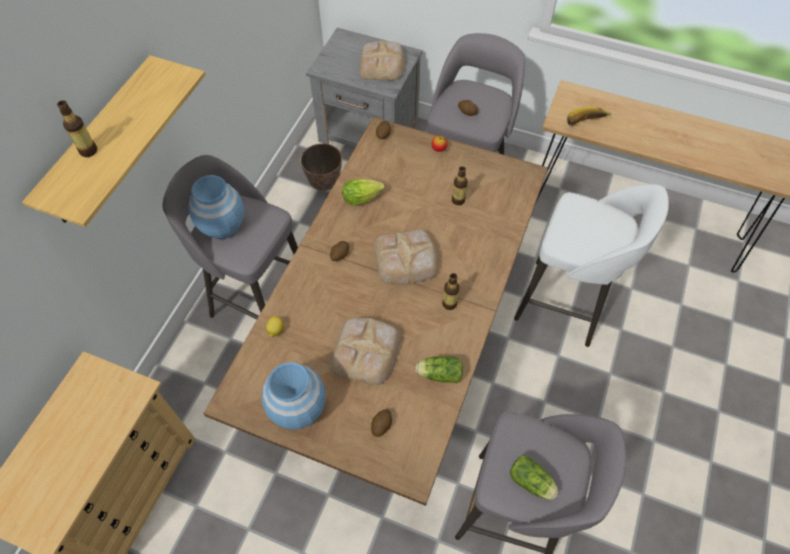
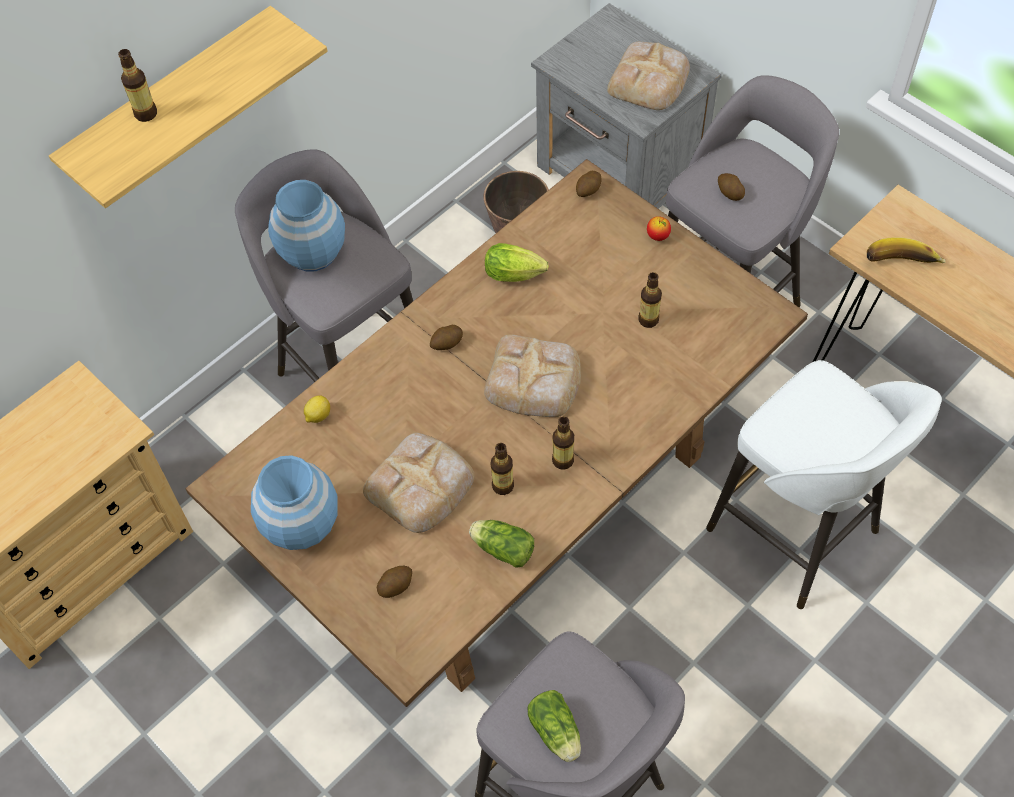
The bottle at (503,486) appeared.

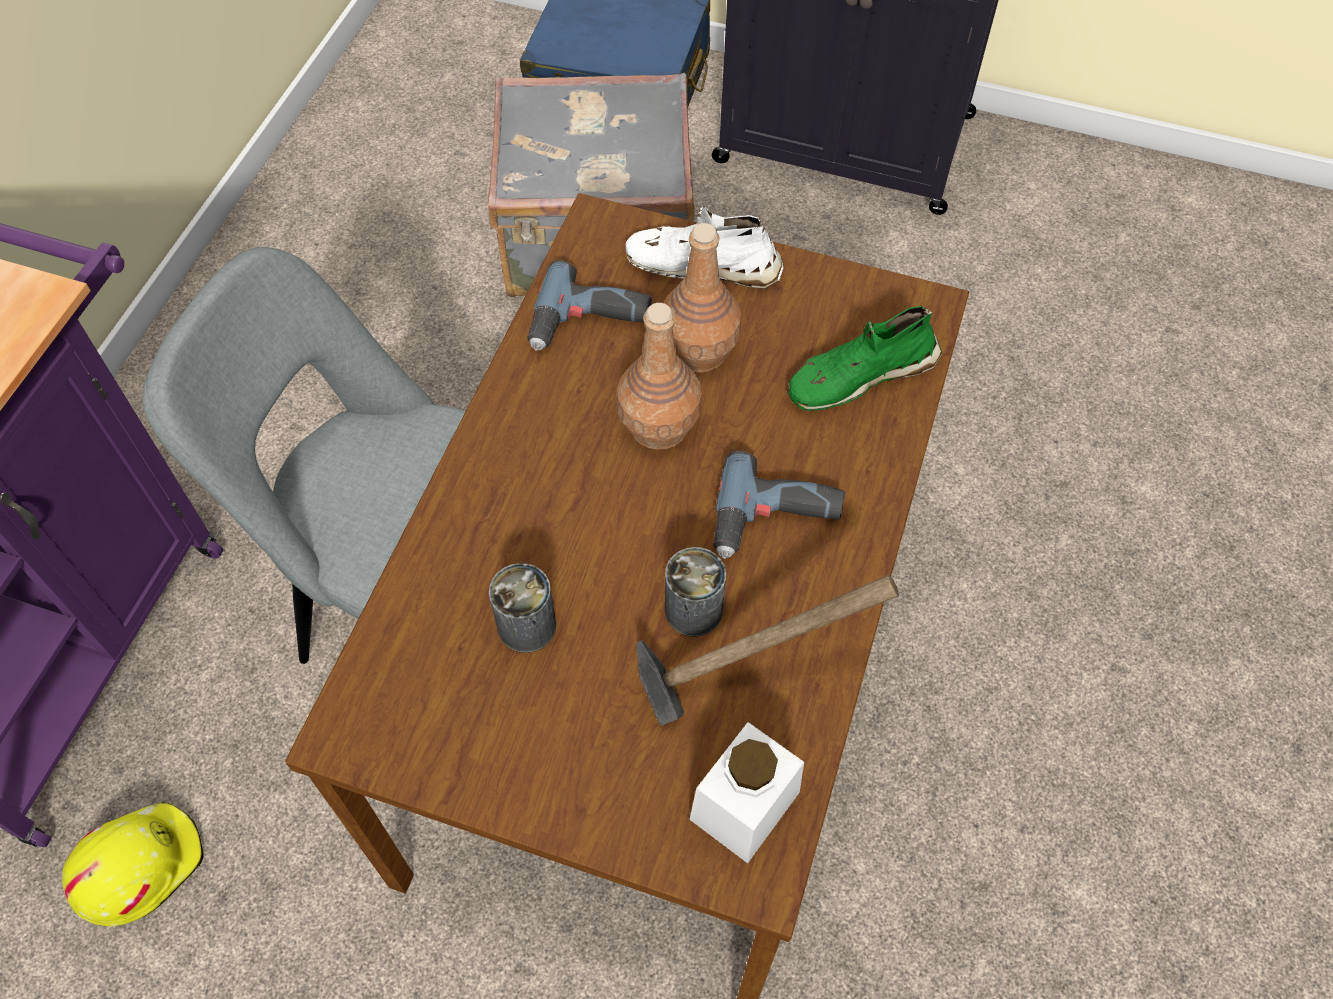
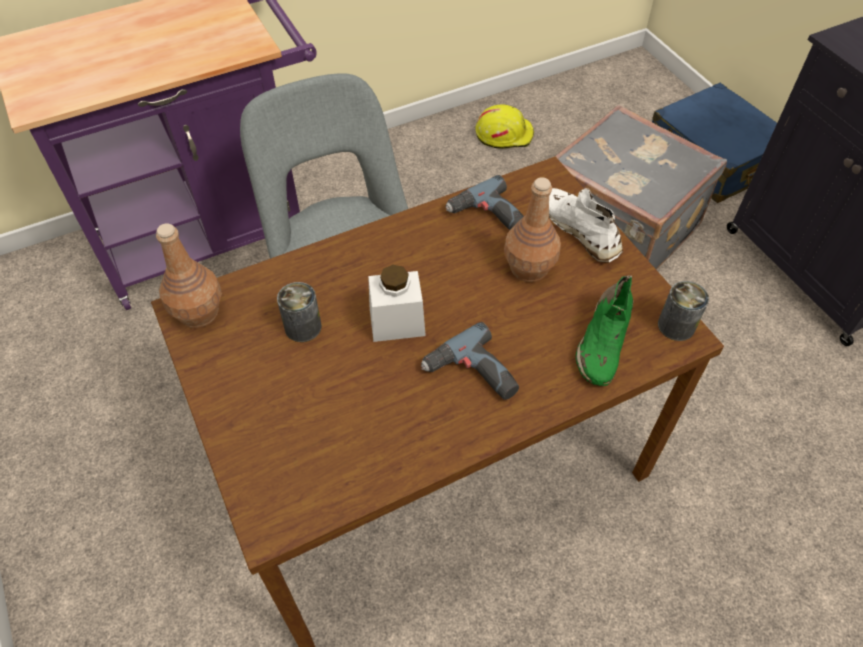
The bottle/brown moved from (660,426) to (199,313).
The jar/white moved from (744,806) to (397,322).
The hard hat/yellow moved from (137,865) to (504,134).
The shoe/green at (860,375) turned 90 degrees counterclockwise.
The can moved from (693,610) to (676,326).
The hammer at (746,674) disappeared.

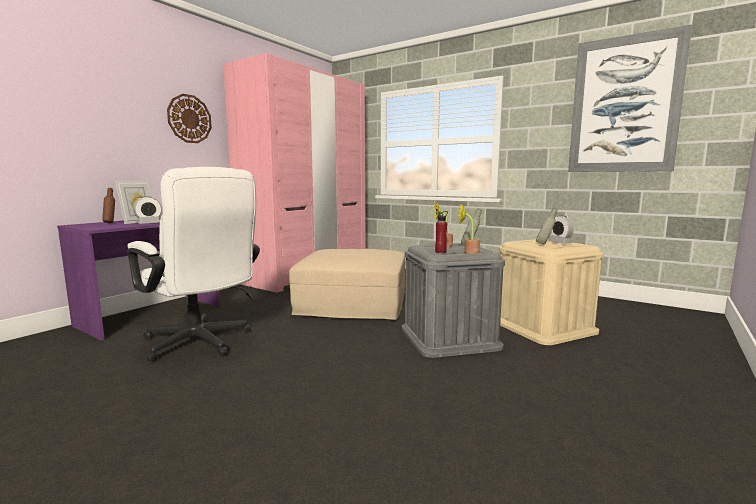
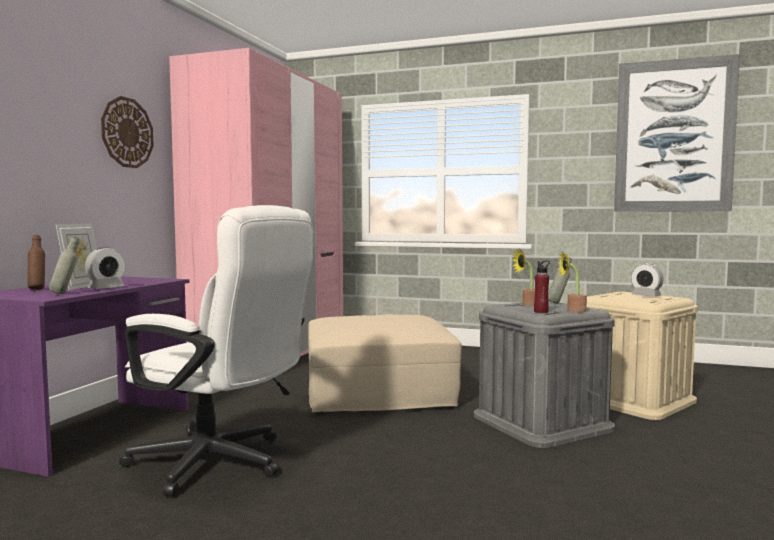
The bottle/grey moved from (545,244) to (65,293).

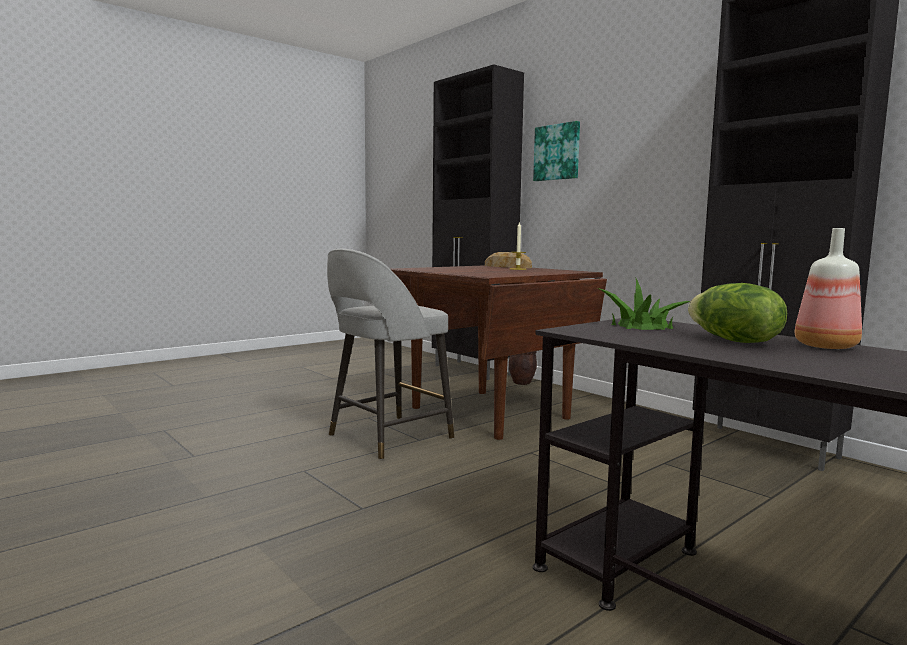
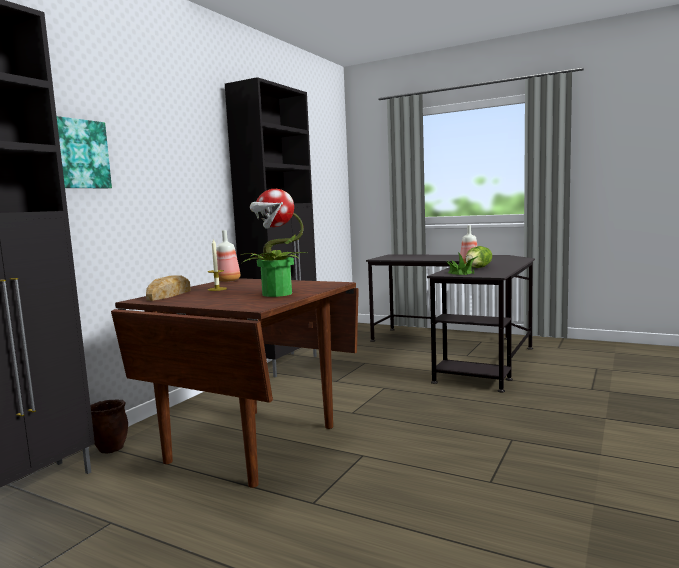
The bottle at (228,280) appeared.
The potted plant at (276,294) appeared.
The stool/grey at (387,437) disappeared.

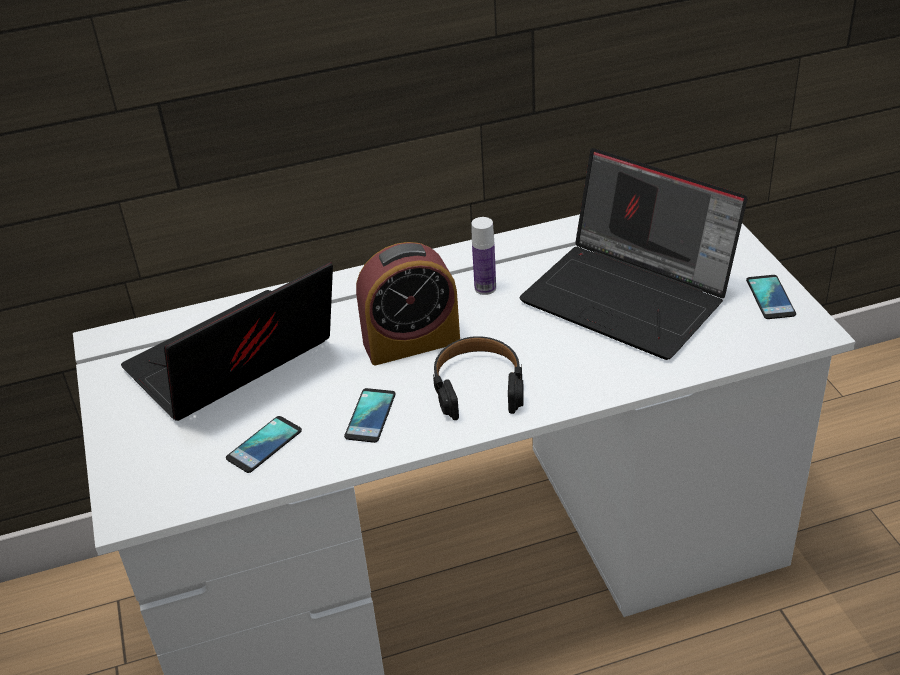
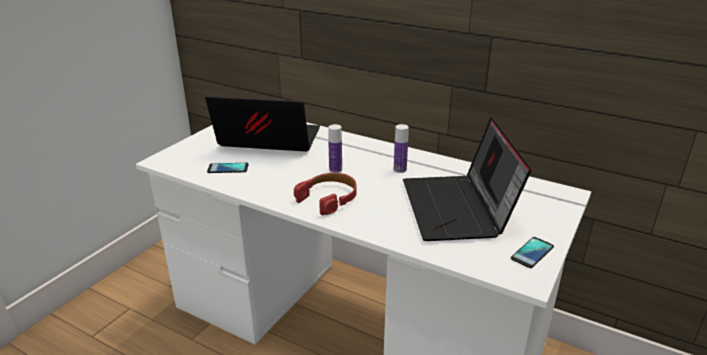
The headphones/black at (478,386) became the headphones/red at (329,198).
The alarm clock at (411,342) was replaced by the bottle at (335,170).
The phone at (370,416) disappeared.

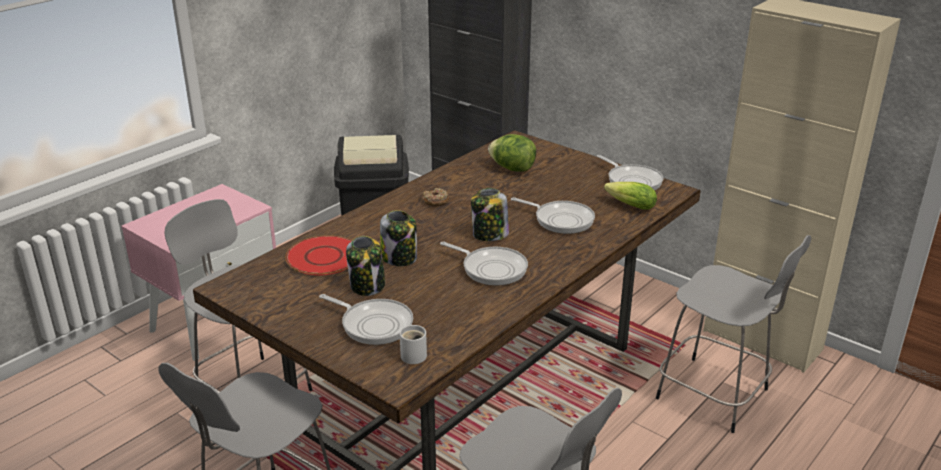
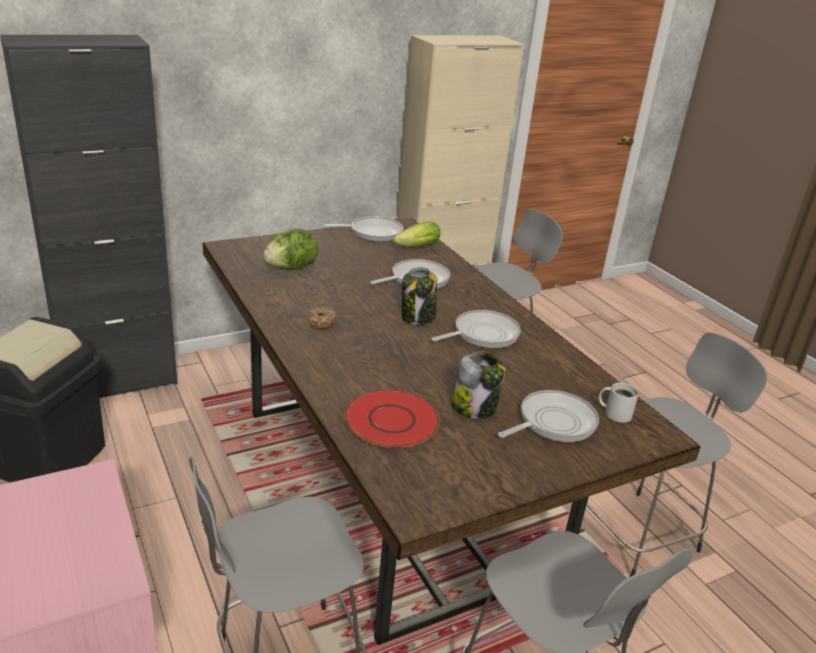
The jar at (400,258) disappeared.

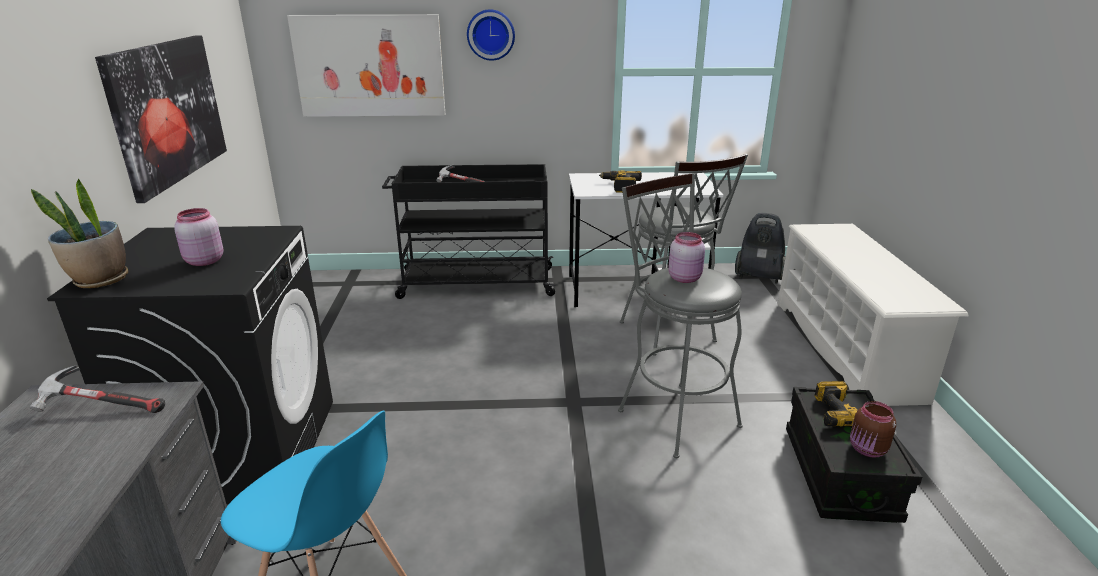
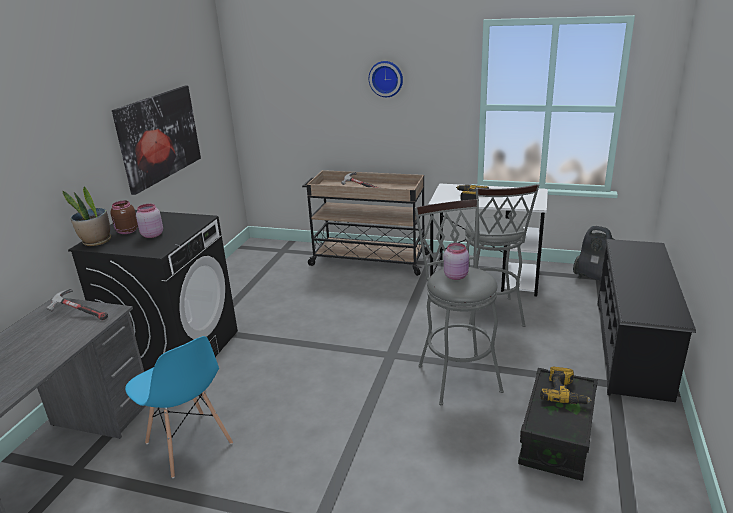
The jar/brown moved from (867,450) to (126,231).
The cart/black at (475,283) became the cart/beige at (368,259).
The shoe rack/white at (846,349) became the shoe rack/black at (632,347).
The picture at (370,66) disappeared.

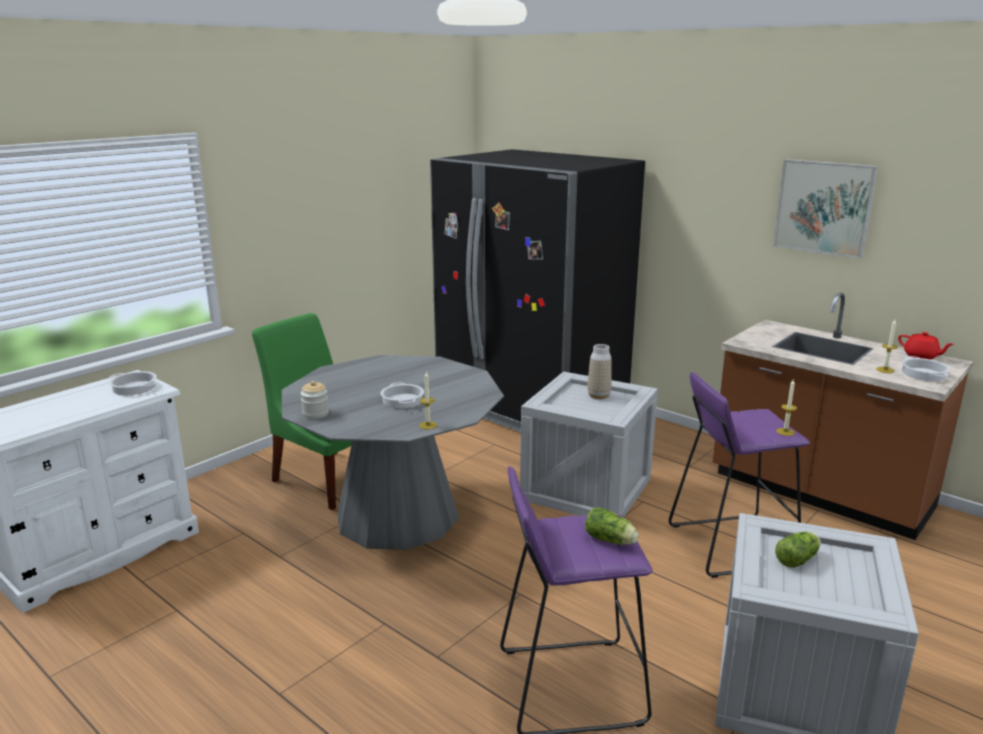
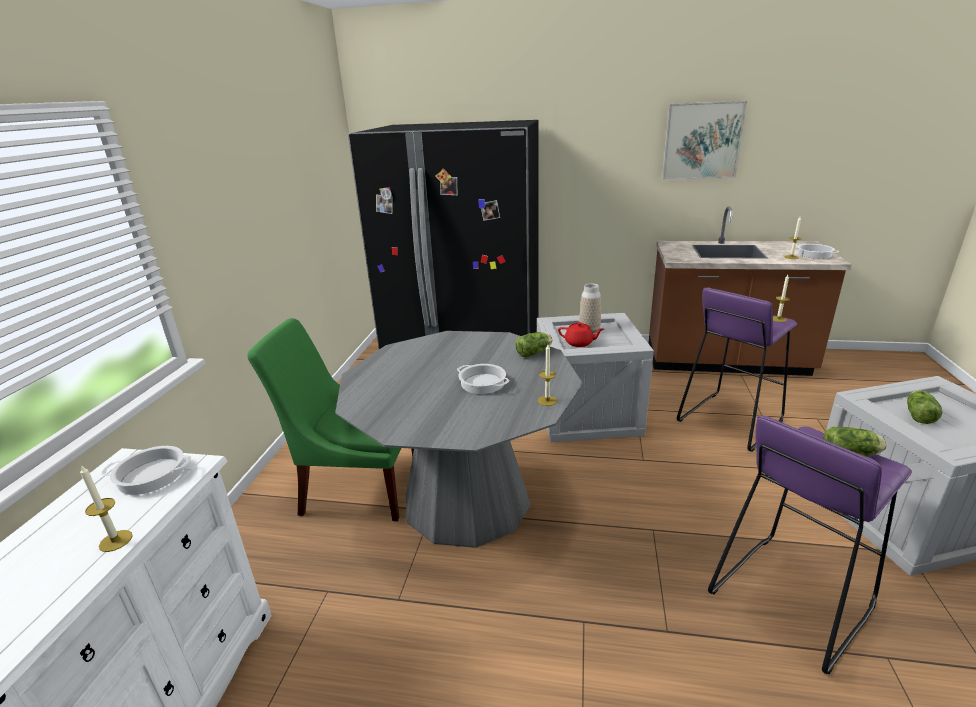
The candle at (115,541) appeared.
The lettuce at (535,352) appeared.
The teapot/red moved from (921,356) to (579,343).
The jar at (315,414) disappeared.

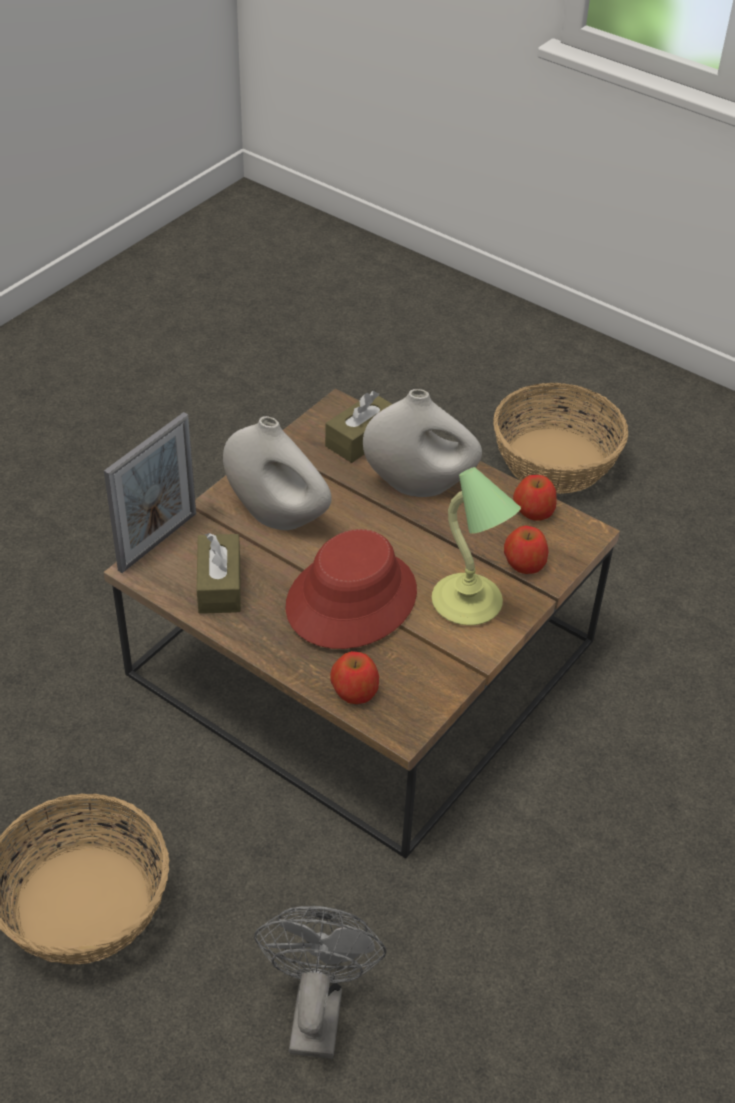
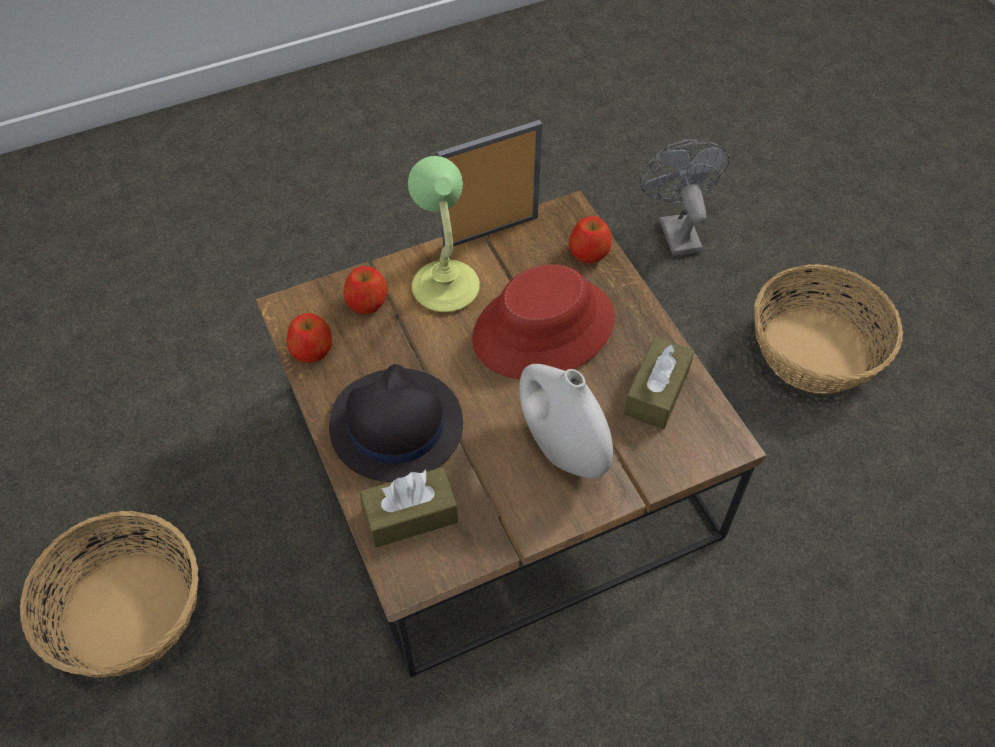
The vase/white at (419,485) was replaced by the hat/black at (395,425).
The picture frame moved from (158,541) to (490,231).
The fan/grey at (316,1009) turned 135 degrees clockwise.

